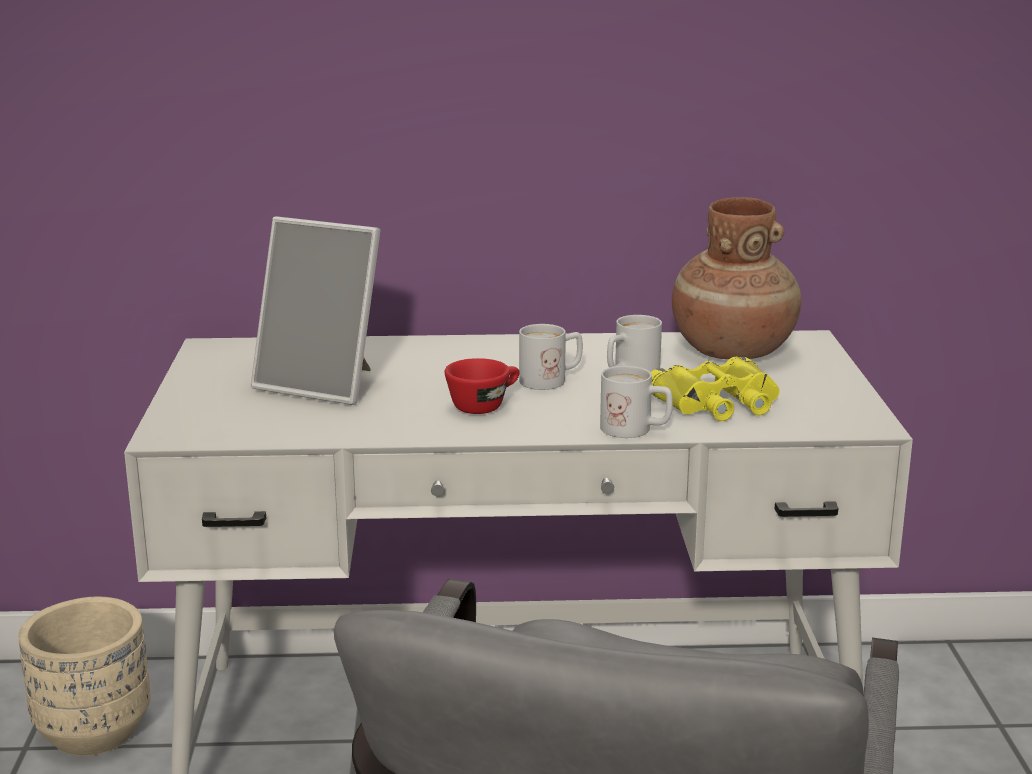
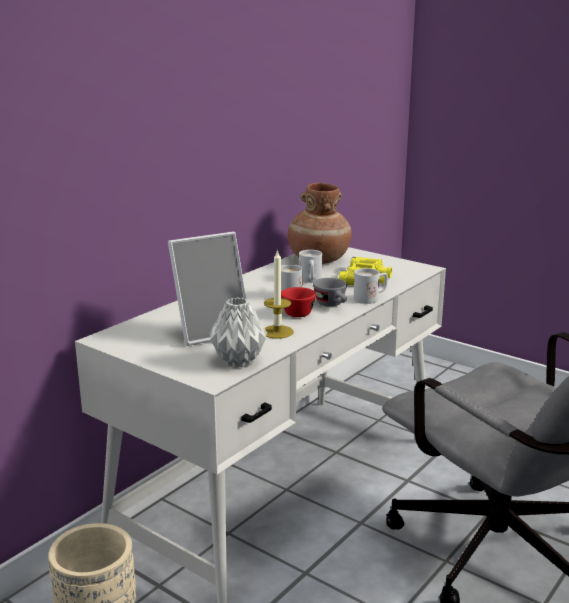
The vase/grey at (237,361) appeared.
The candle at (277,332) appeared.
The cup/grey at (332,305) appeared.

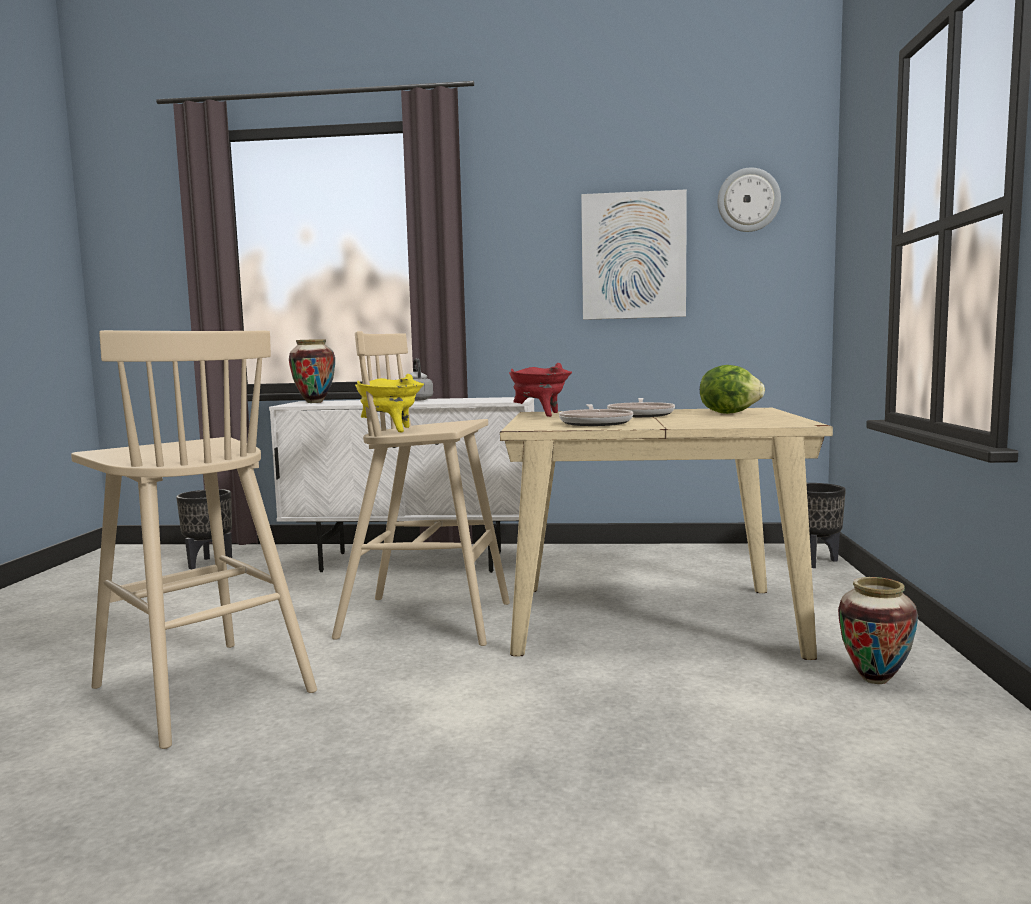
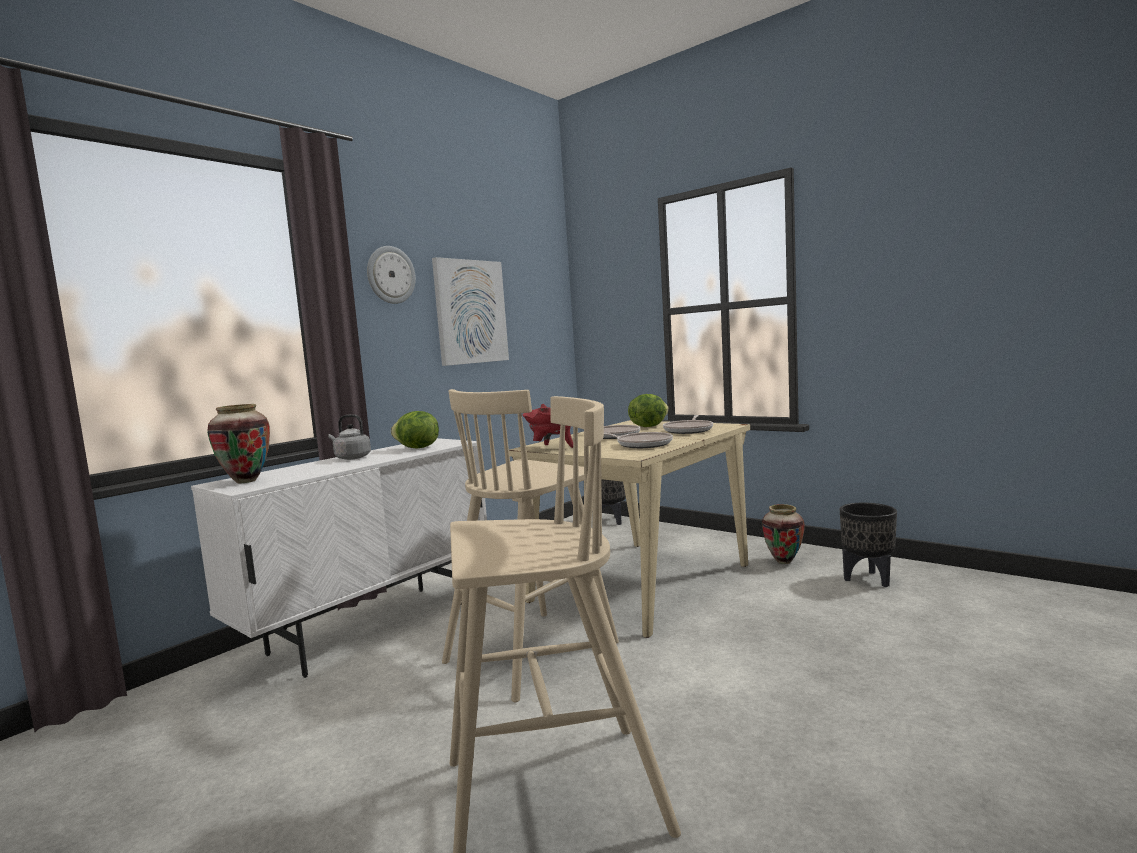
The wall clock moved from (748,200) to (390,275).
The lettuce at (417,448) appeared.
The frying pan at (689,430) appeared.
The planter/black moved from (210,563) to (868,579).
The cooking pot/yellow at (391,430) disappeared.

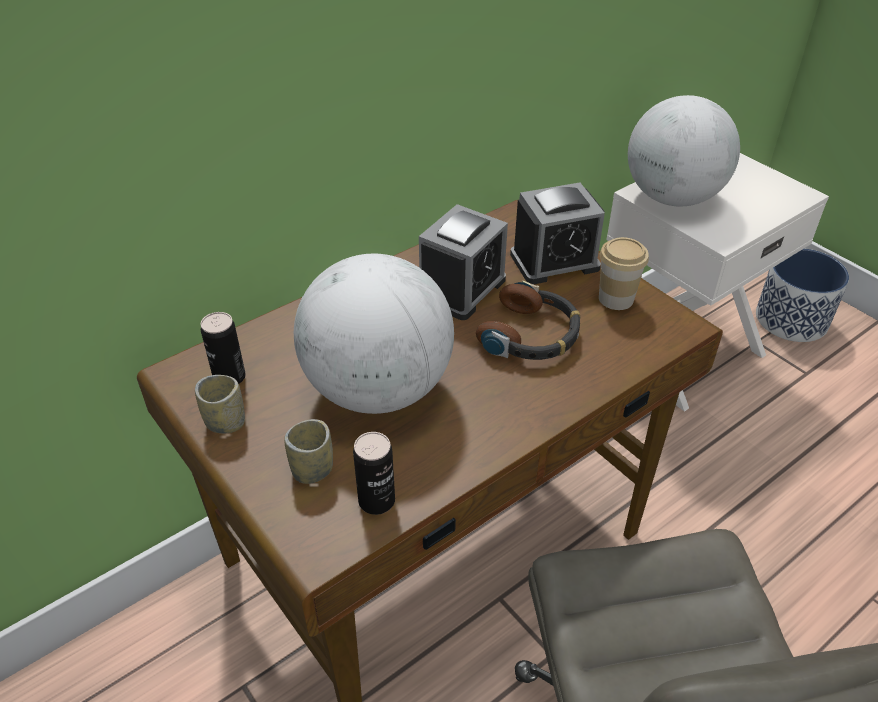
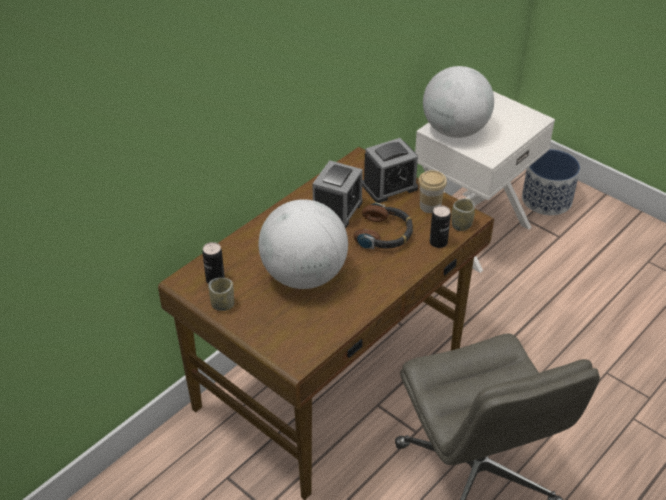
The can moved from (376,501) to (438,242).
The cup moved from (312,470) to (461,225).

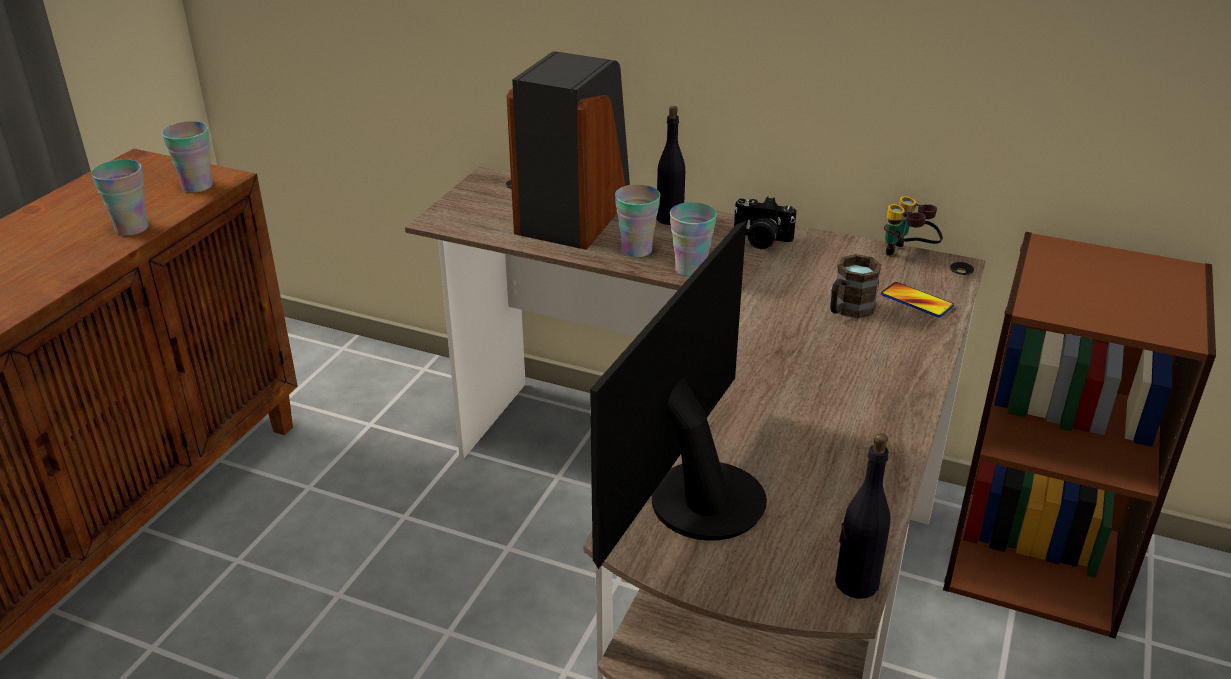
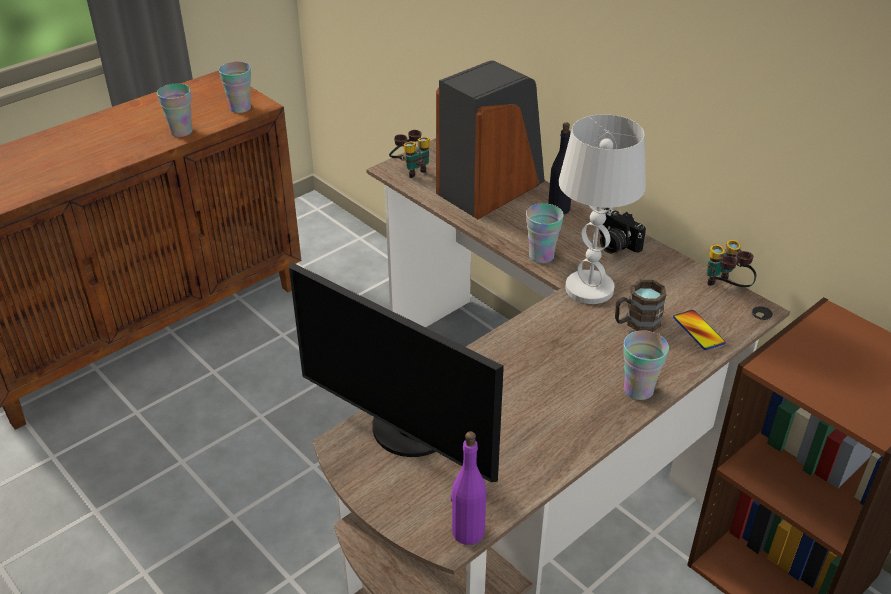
The monitor at (694,497) turned 105 degrees counterclockwise.
The binoculars at (411,170) appeared.
The bottle/black at (855,583) became the bottle/purple at (467,532).
The table lamp/white at (588,289) appeared.
The cup moved from (636,250) to (638,390).

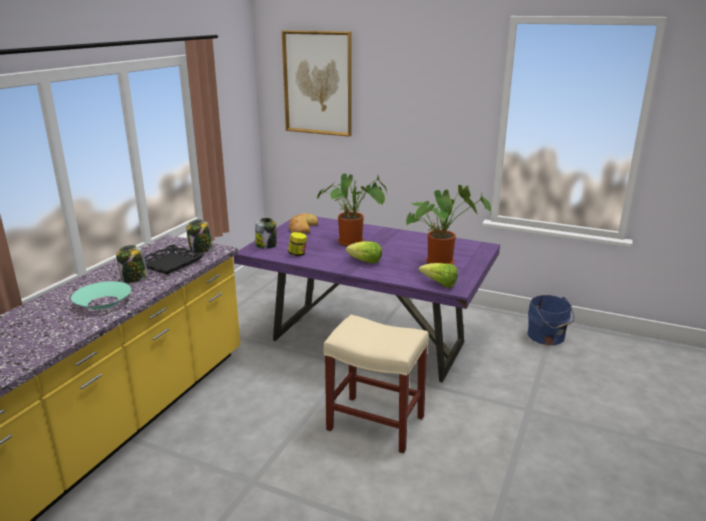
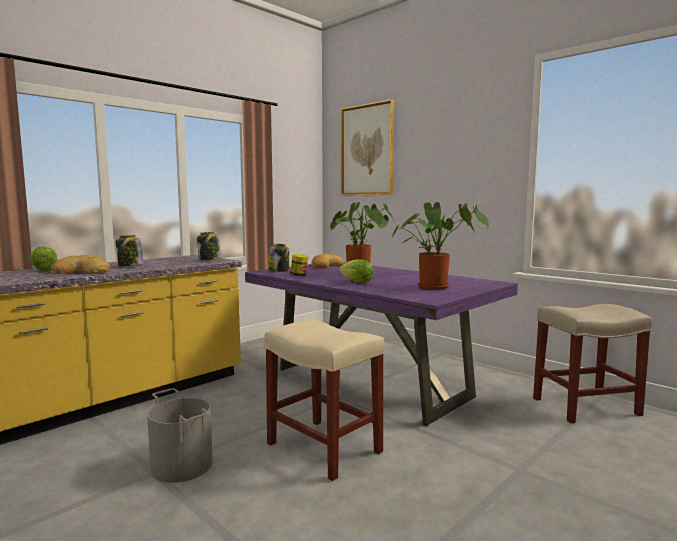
The lettuce moved from (439,284) to (44,270).
The bowl/turquoise at (103,302) was replaced by the bread at (82,272).
The bucket/grey at (183,465) appeared.
The bucket/blue at (547,337) was replaced by the stool/beige at (584,407).
The tray/black at (170,263) disappeared.

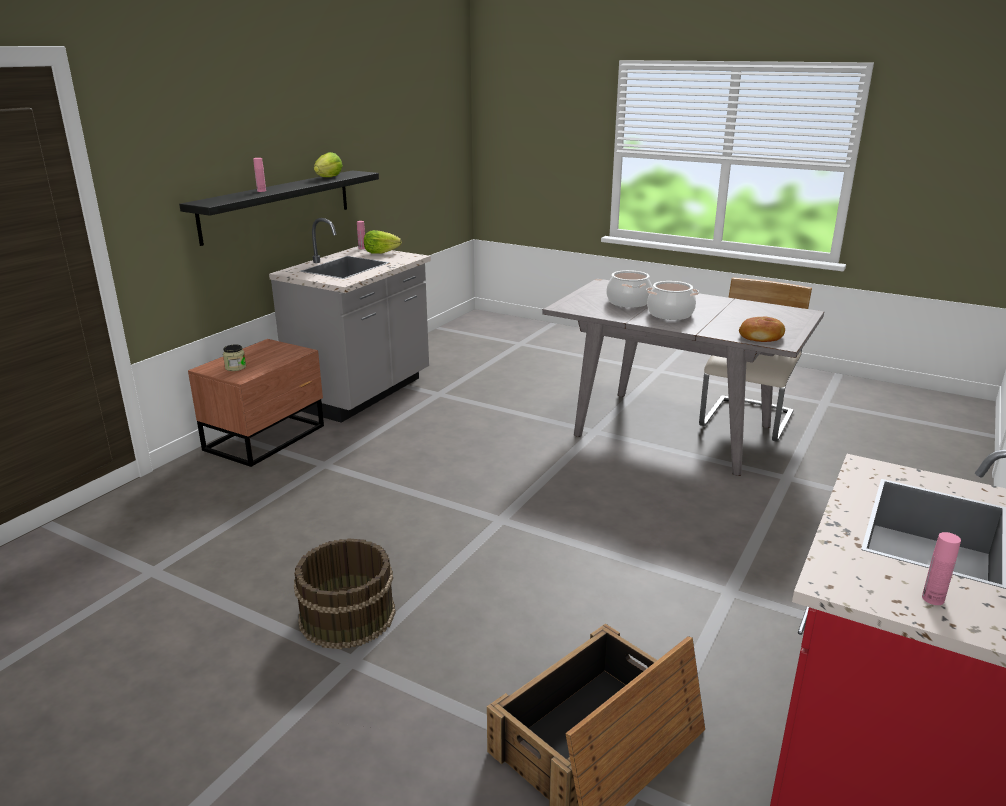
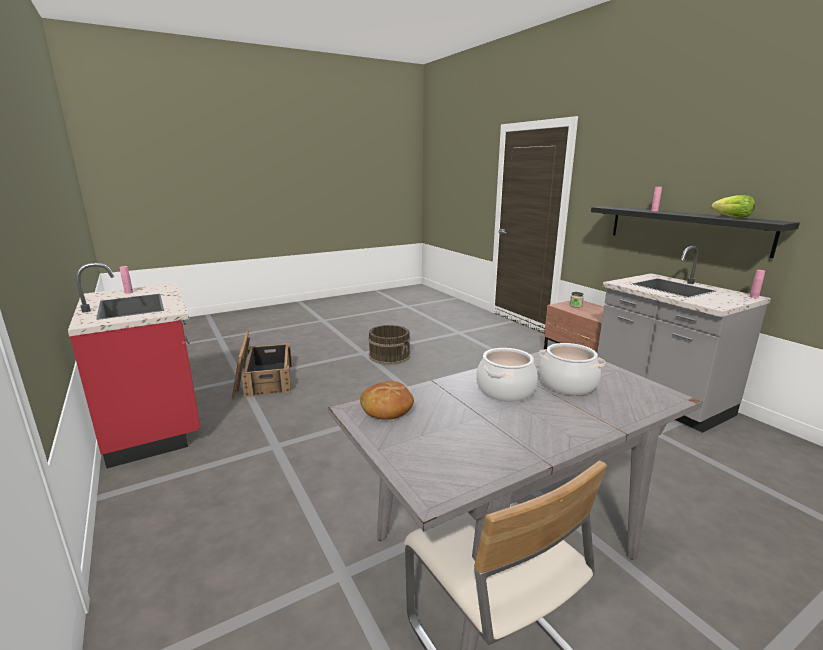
The lettuce at (380,253) disappeared.

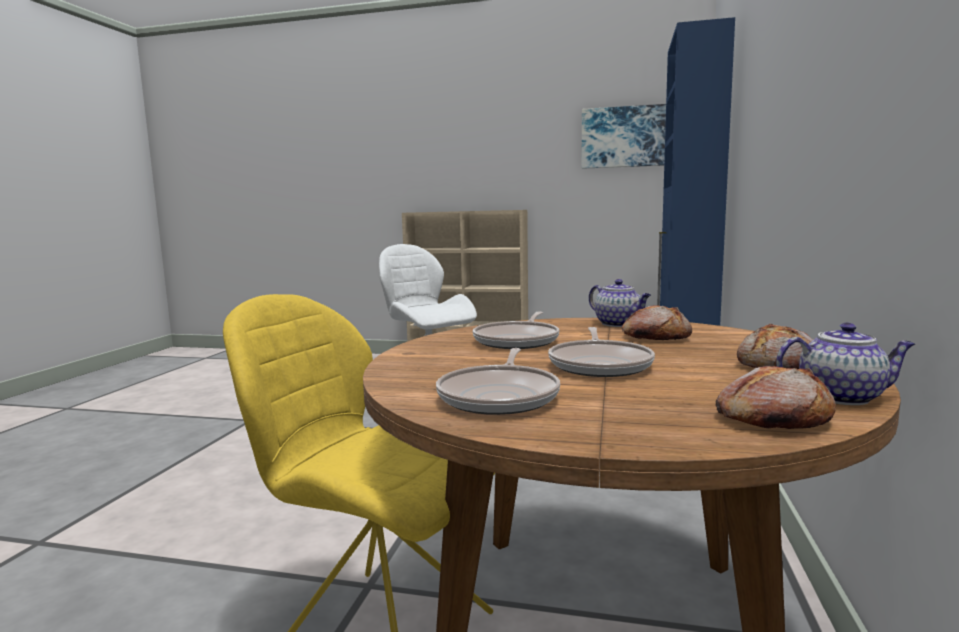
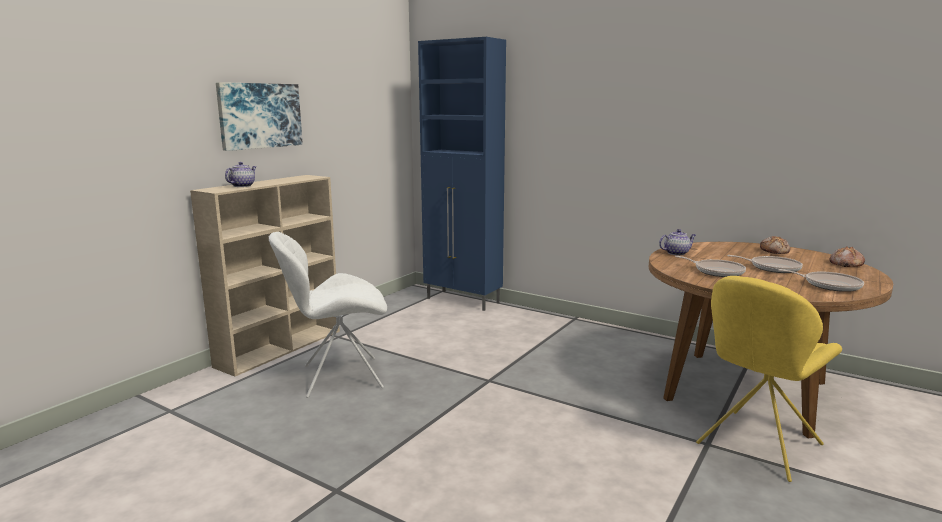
The picture moved from (625,137) to (259,115).
The teapot moved from (842,397) to (242,186).
The bread at (655,337) disappeared.

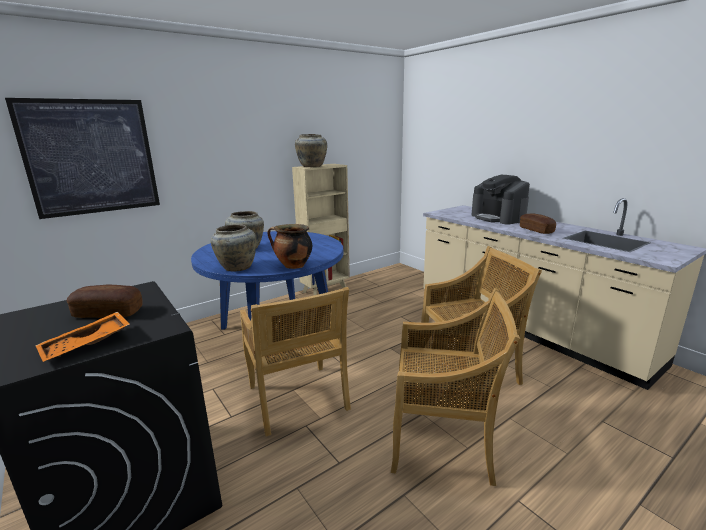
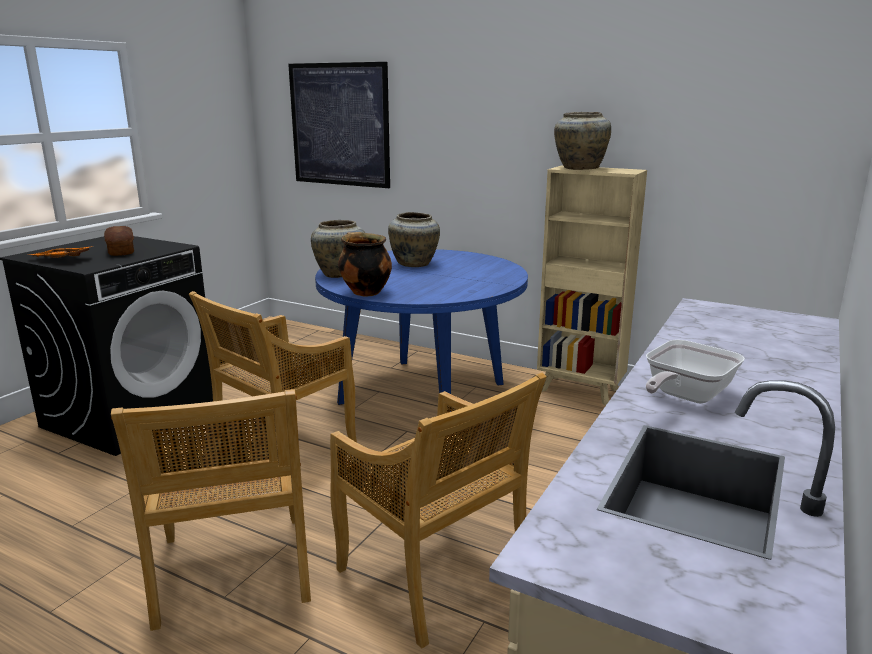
The bread at (536,230) was replaced by the frying pan at (684,396).
The coffee machine at (498,218) disappeared.

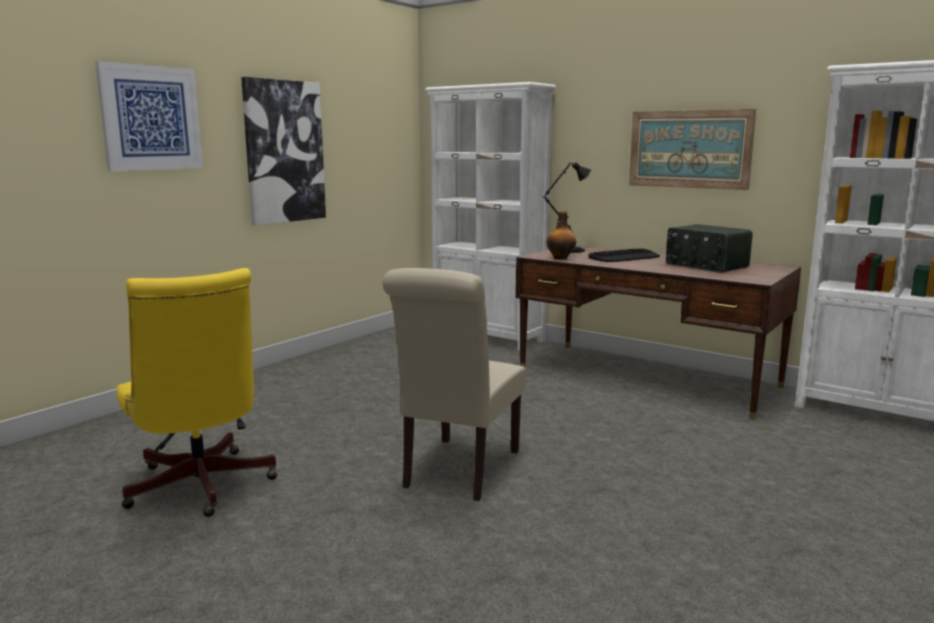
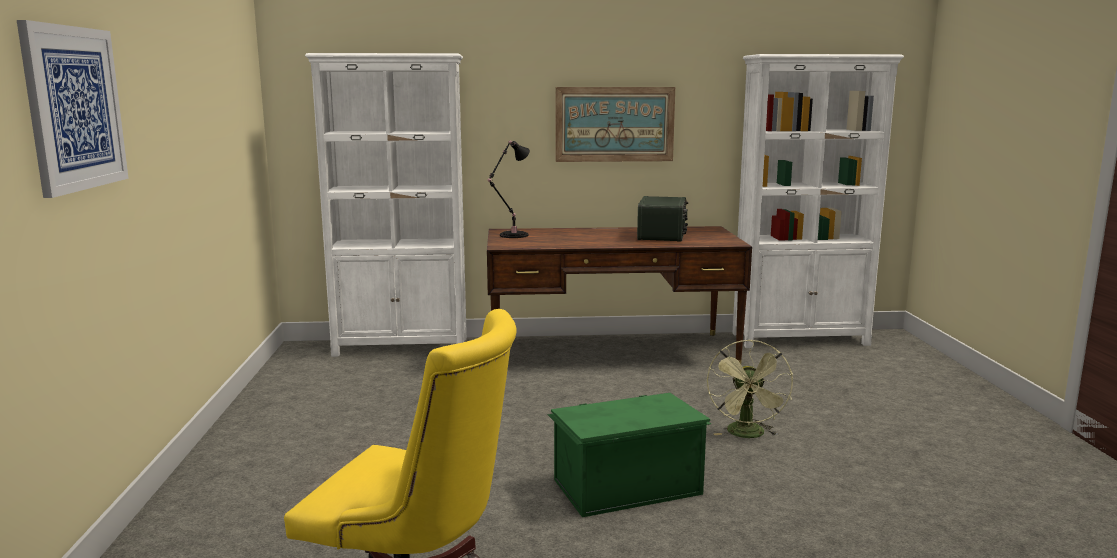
The chair/beige at (458,471) was replaced by the storage box/green at (625,486).
The radio at (705,266) turned 90 degrees counterclockwise.
The fan/green at (748,435) appeared.
The picture at (284,152) disappeared.
The bottle at (561,258) disappeared.
The keyboard at (624,257) disappeared.

